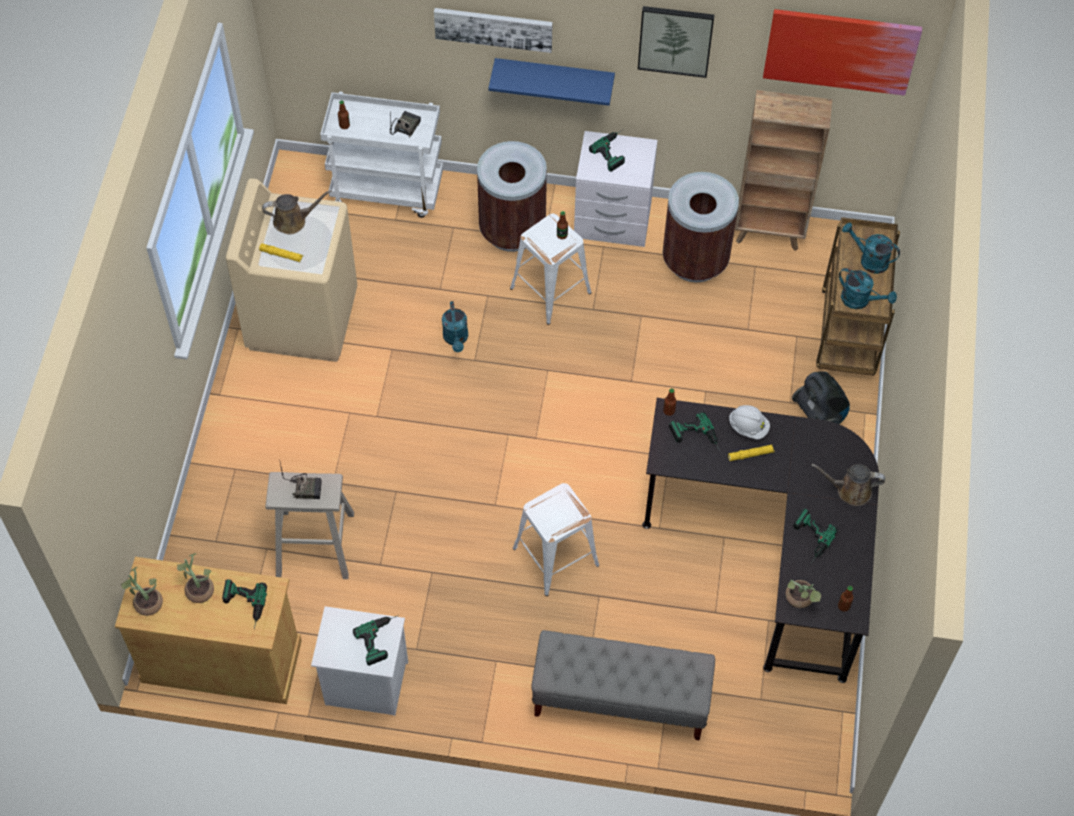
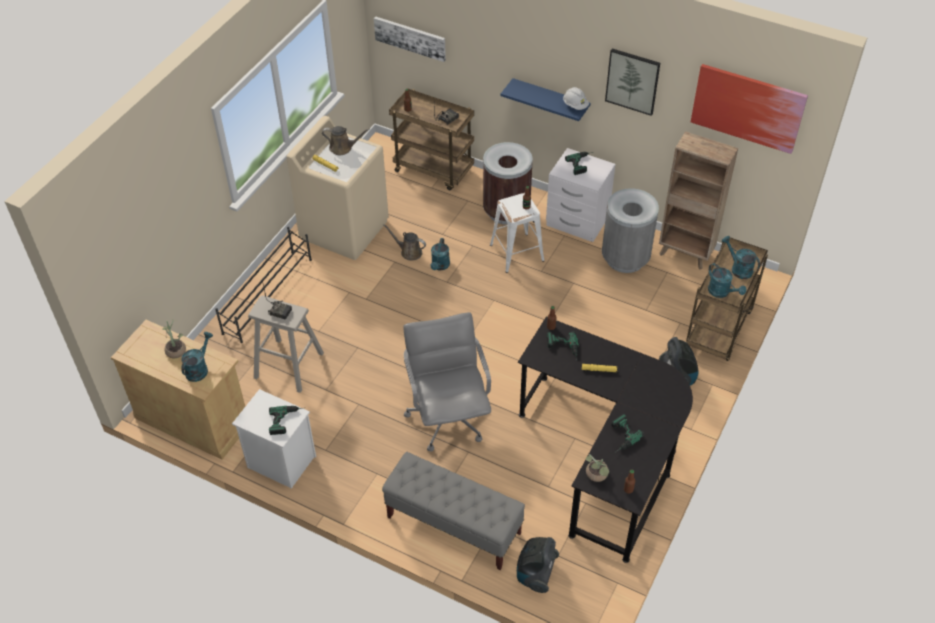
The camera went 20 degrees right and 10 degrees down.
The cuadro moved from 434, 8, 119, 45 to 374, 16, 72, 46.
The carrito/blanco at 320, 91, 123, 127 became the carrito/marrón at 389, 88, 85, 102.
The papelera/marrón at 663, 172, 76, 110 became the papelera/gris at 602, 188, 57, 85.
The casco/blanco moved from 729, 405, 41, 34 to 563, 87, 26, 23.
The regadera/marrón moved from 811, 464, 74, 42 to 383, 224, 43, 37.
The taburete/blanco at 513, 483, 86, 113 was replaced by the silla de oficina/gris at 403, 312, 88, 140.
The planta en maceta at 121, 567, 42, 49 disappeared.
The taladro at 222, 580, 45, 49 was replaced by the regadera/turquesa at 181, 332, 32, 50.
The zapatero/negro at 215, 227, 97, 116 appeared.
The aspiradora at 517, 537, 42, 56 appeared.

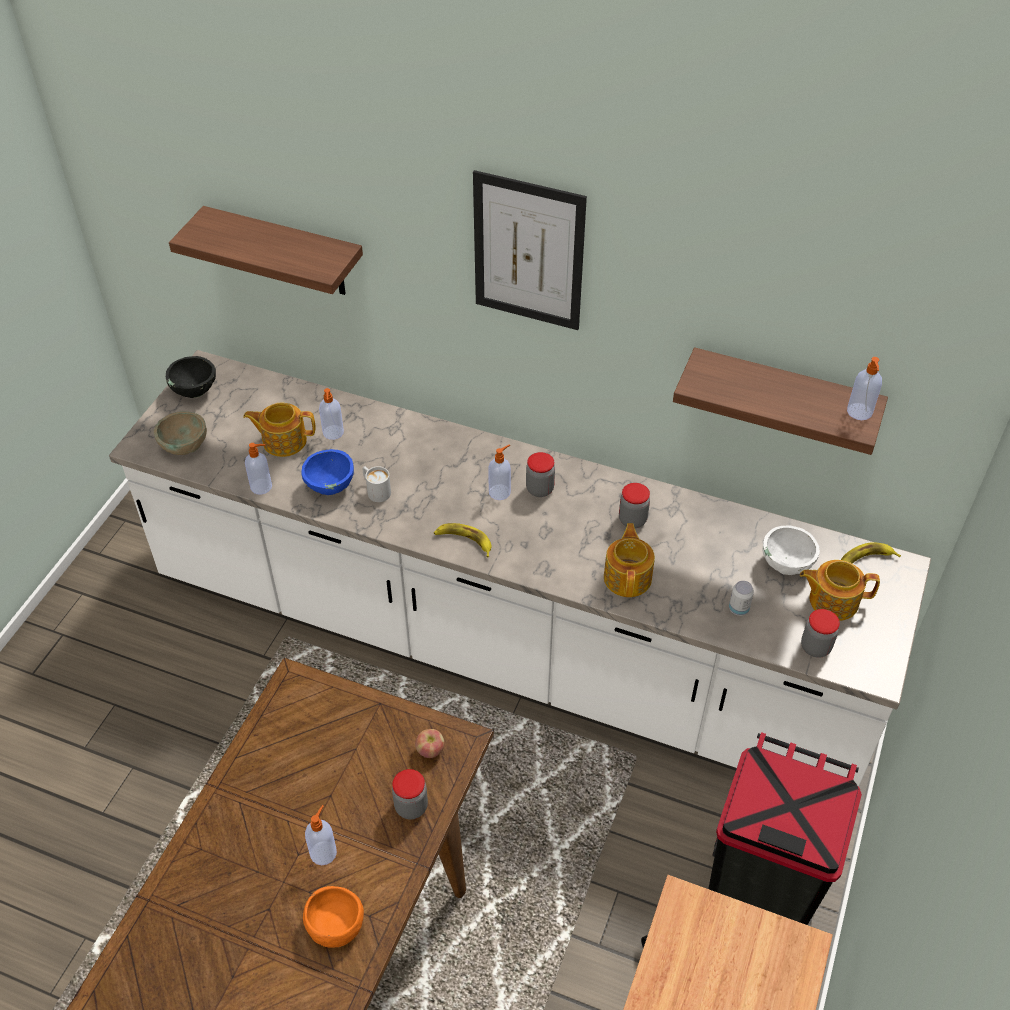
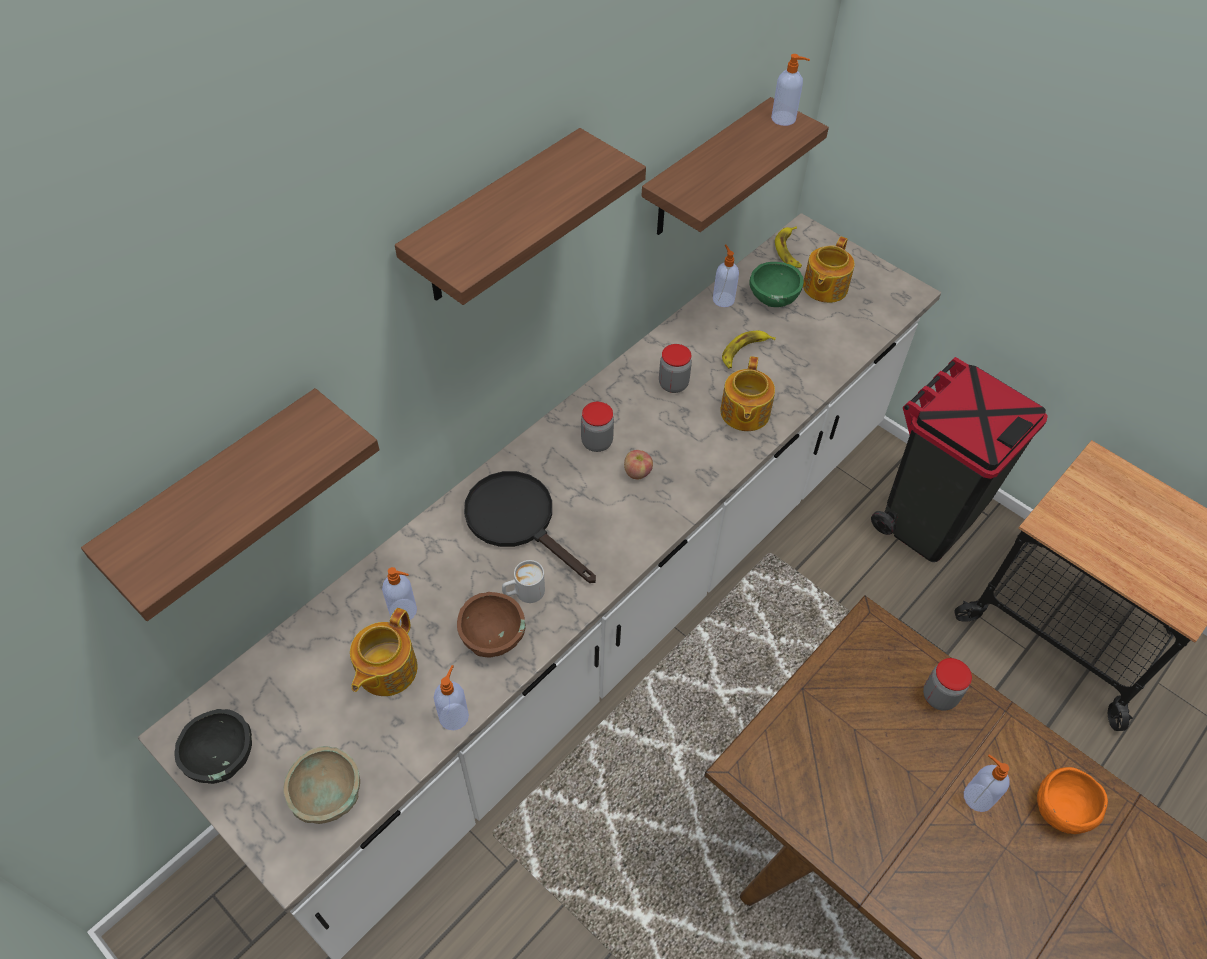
The camera went 70 degrees left and 5 degrees up.
The cuadro at 473, 170, 114, 160 was replaced by the estante at 395, 128, 251, 177.
The dispensador de jabón moved from 488, 444, 23, 56 to 713, 245, 26, 62.
The cuenco/azul at 301, 449, 53, 46 became the cuenco/marrón at 457, 592, 69, 66.
The plátano moved from 434, 523, 57, 34 to 722, 331, 54, 38.
The tetera at 604, 523, 51, 74 turned 105 degrees counterclockwise.
The cuenco/blanco at 762, 525, 58, 50 became the cuenco/verde at 750, 262, 53, 45.
The lata at 729, 581, 25, 35 disappeared.
The tarro at 801, 609, 39, 49 disappeared.
The manzana moved from 415, 729, 29, 29 to 624, 450, 29, 30.
The sartén/negro at 464, 471, 132, 112 appeared.

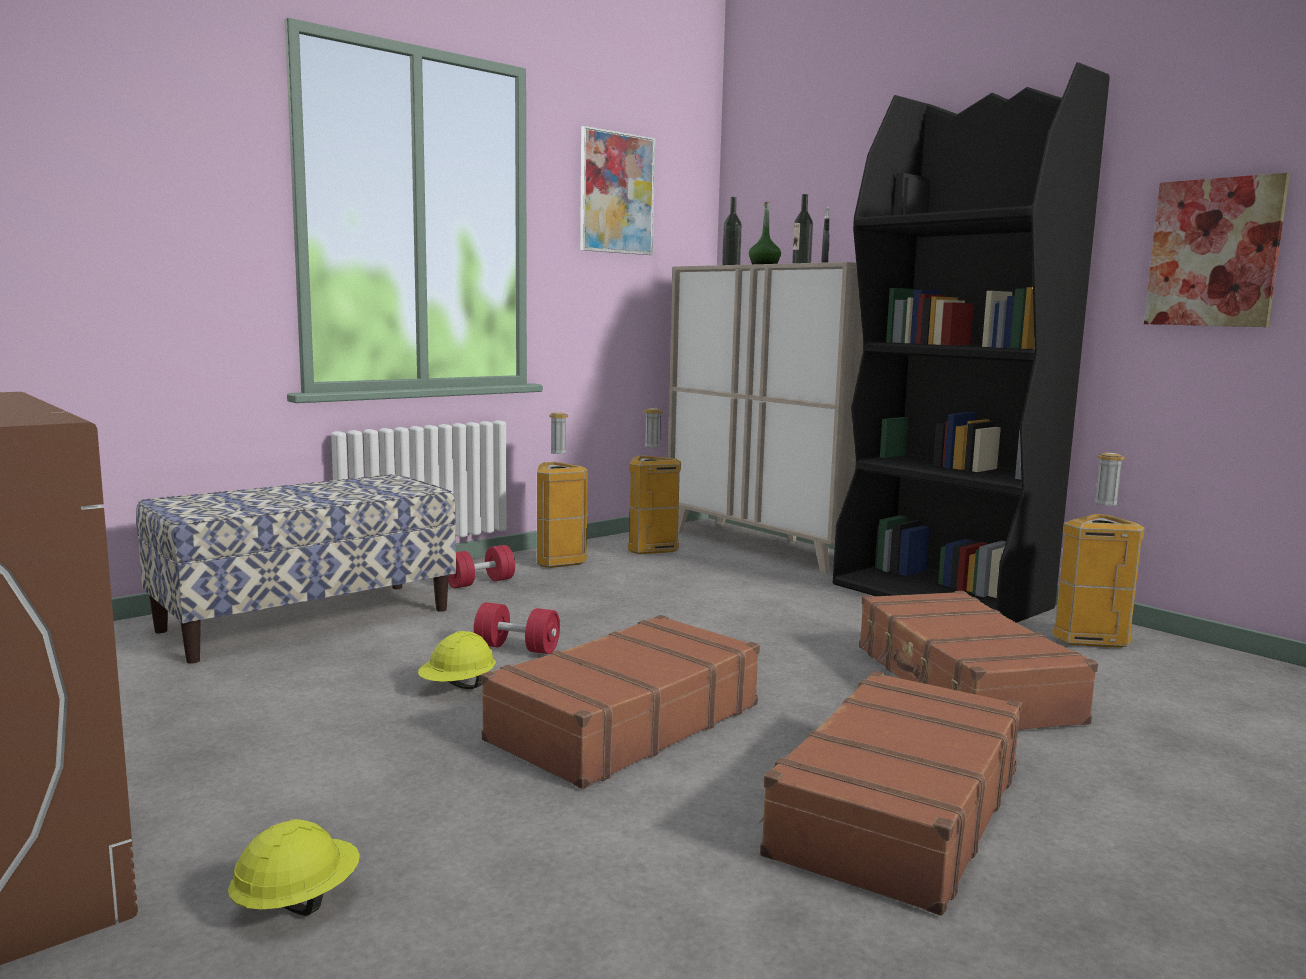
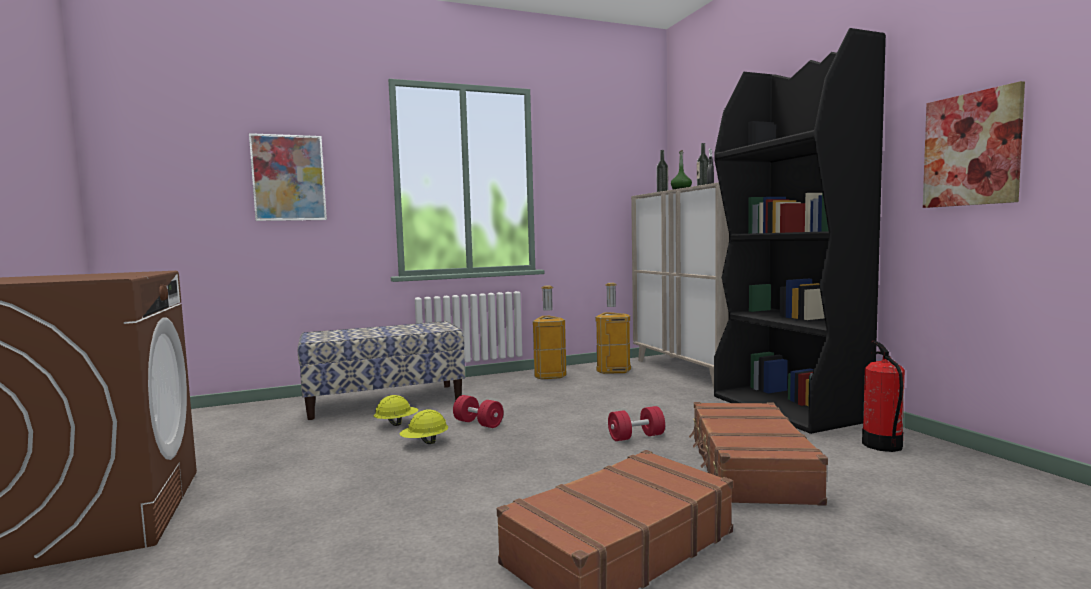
The camera went 20 degrees right and 5 degrees down.
The cuadro moved from 580, 126, 75, 129 to 249, 133, 78, 88.
The papelera at 1052, 452, 93, 196 was replaced by the extintor at 862, 341, 43, 111.
The mancuerna/rojo moved from 448, 545, 67, 43 to 608, 406, 57, 35.
The maleta/marrón at 481, 615, 279, 174 disappeared.
The casco/amarillo moved from 228, 819, 132, 97 to 374, 395, 44, 31.

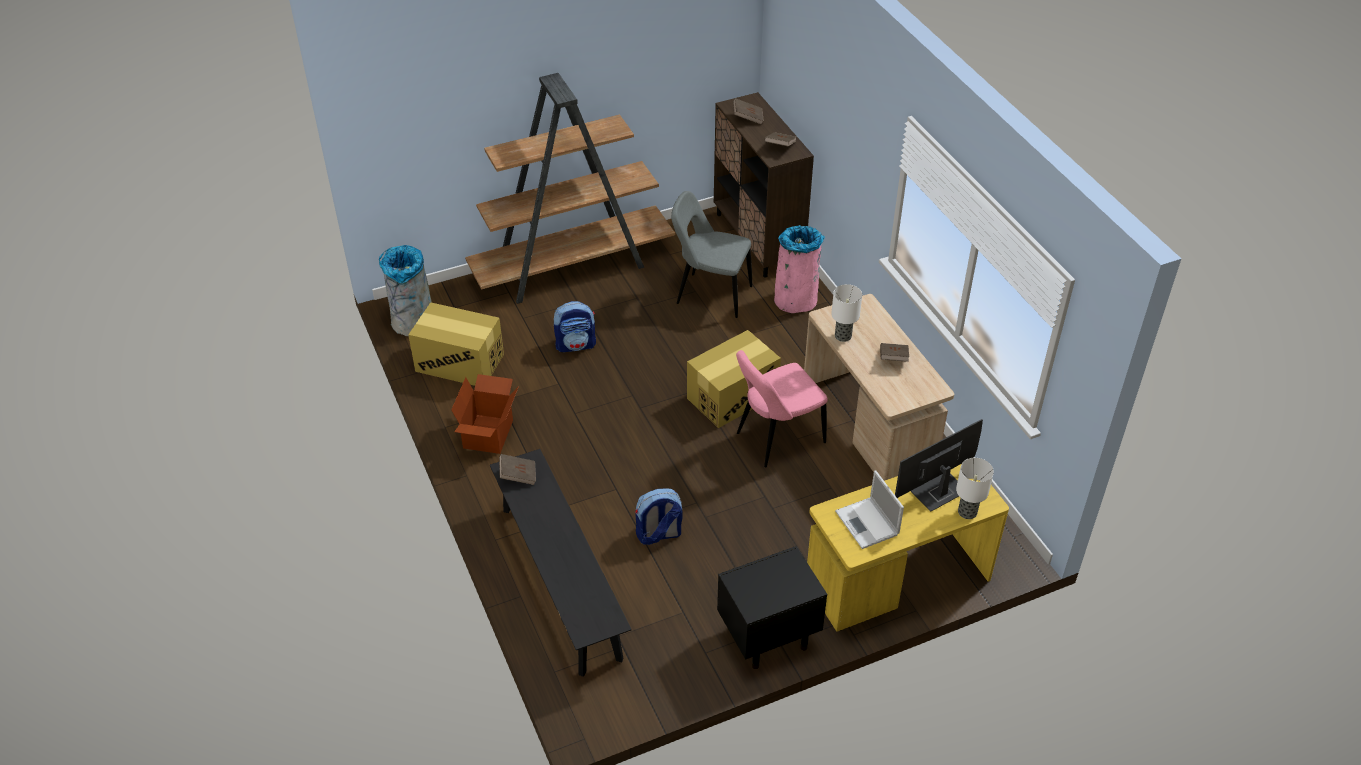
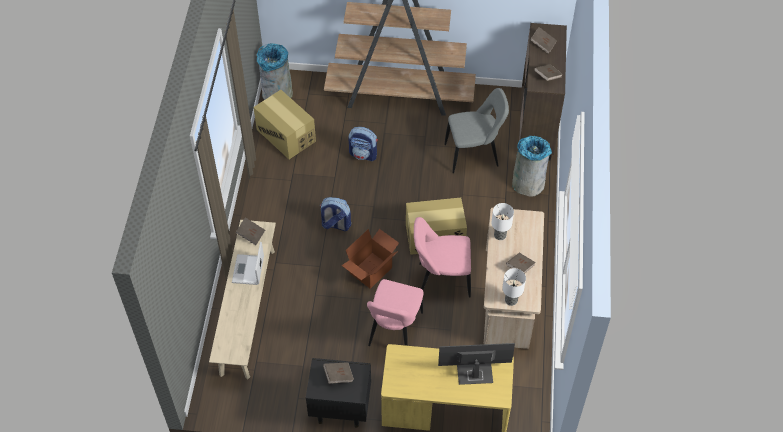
The camera went 30 degrees right and 10 degrees up.
The silla/gris at 671, 191, 81, 127 turned 120 degrees clockwise.
The papelera/rosa at 774, 225, 51, 88 became the papelera/gris at 512, 136, 40, 61.
The caja de cartón moved from 451, 374, 68, 80 to 341, 229, 58, 60.
The banco/negro at 490, 449, 142, 228 became the banco/beis at 209, 220, 67, 159.
The lámpara de mesa moved from 956, 458, 38, 61 to 502, 268, 24, 38.
The portátil moved from 835, 470, 69, 79 to 232, 242, 32, 43.
The mochila moved from 635, 488, 48, 57 to 320, 197, 31, 34.
The silla/rosa at 367, 279, 56, 67 appeared.
The libro/marrón at 323, 362, 31, 22 appeared.

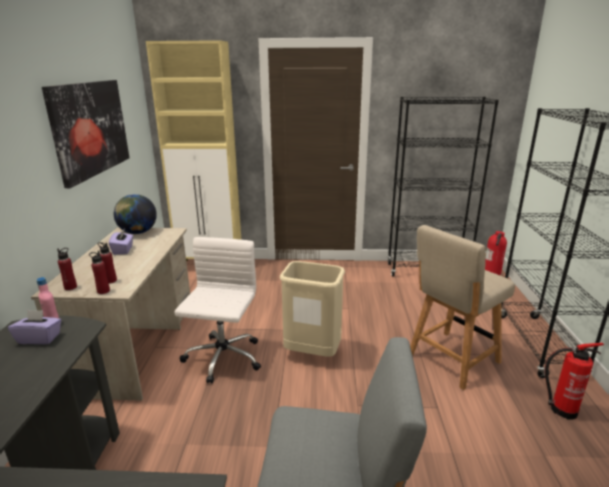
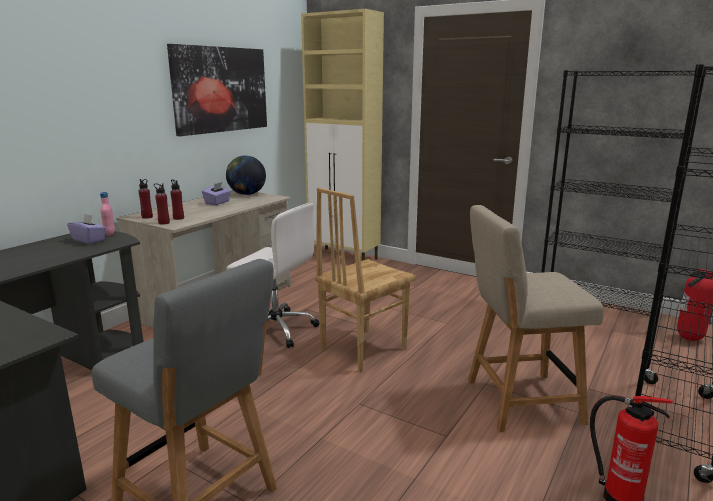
The camera went 30 degrees right and 5 degrees down.
The silla de oficina/blanco at 174, 237, 87, 146 turned 75 degrees clockwise.
The papelera/beis at 280, 261, 65, 96 was replaced by the silla/marrón at 315, 188, 101, 184.

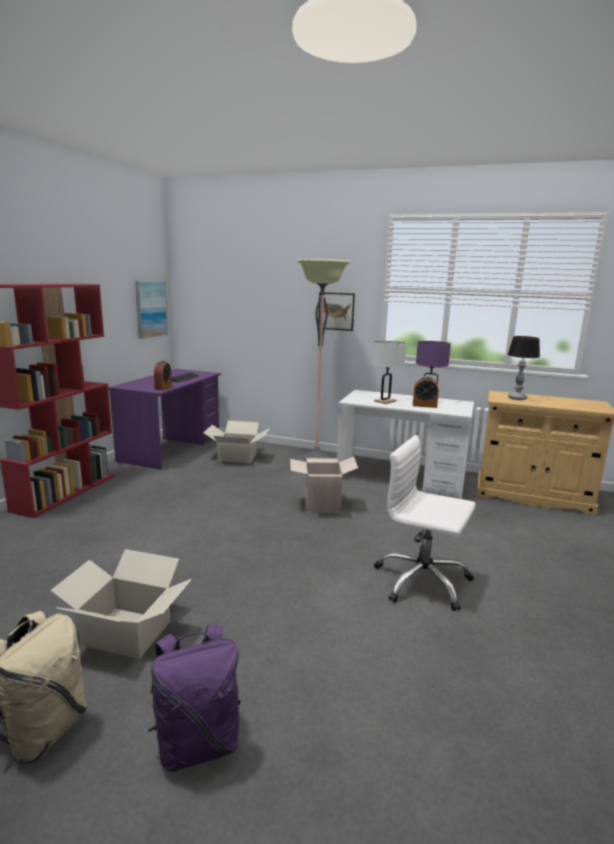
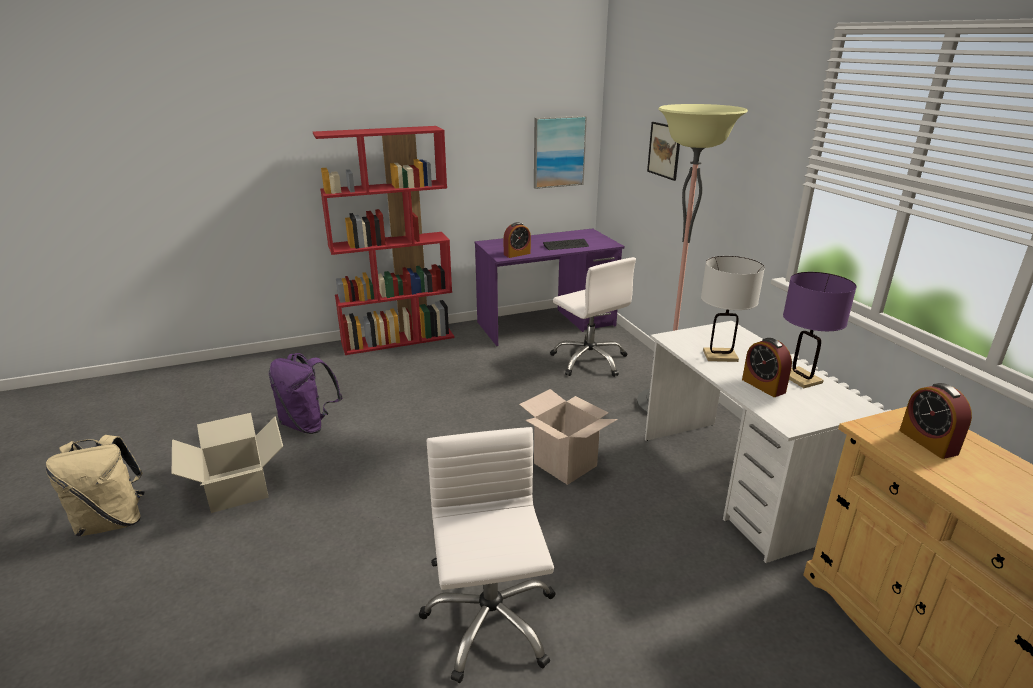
The camera went 50 degrees right and 10 degrees up.
The cuadro moved from 318, 292, 37, 39 to 647, 122, 33, 59.
The lámpara de mesa at 508, 336, 32, 64 was replaced by the despertador at 899, 383, 73, 76.
The caja de cartón at 204, 421, 66, 42 was replaced by the silla de oficina/blanco at 550, 257, 86, 120.
The mochila/morado moved from 149, 624, 92, 148 to 269, 353, 74, 81.

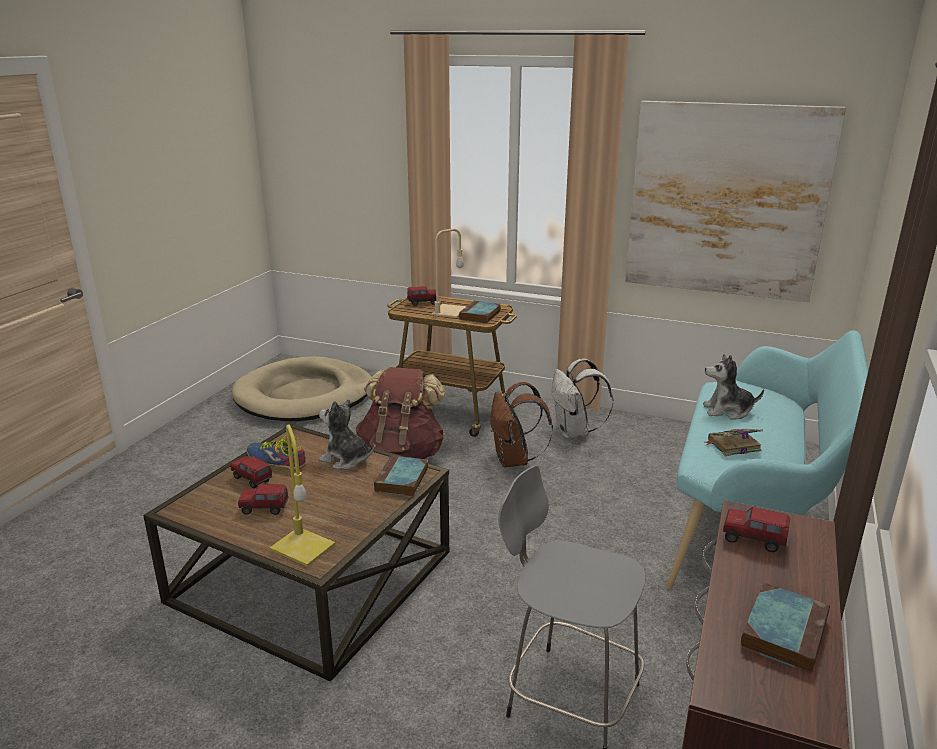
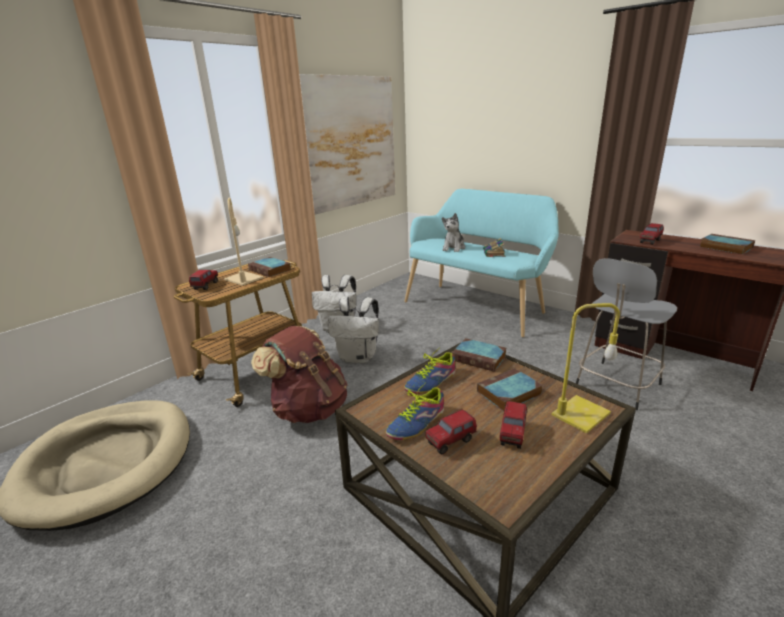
The camera went 70 degrees left and 0 degrees up.
The mochila/marrón at 490, 382, 63, 85 became the mochila/blanco at 328, 297, 51, 66.
The peluche at 319, 399, 55, 71 was replaced by the zapato at 404, 349, 52, 45.
The libro at 477, 368, 66, 44 appeared.

